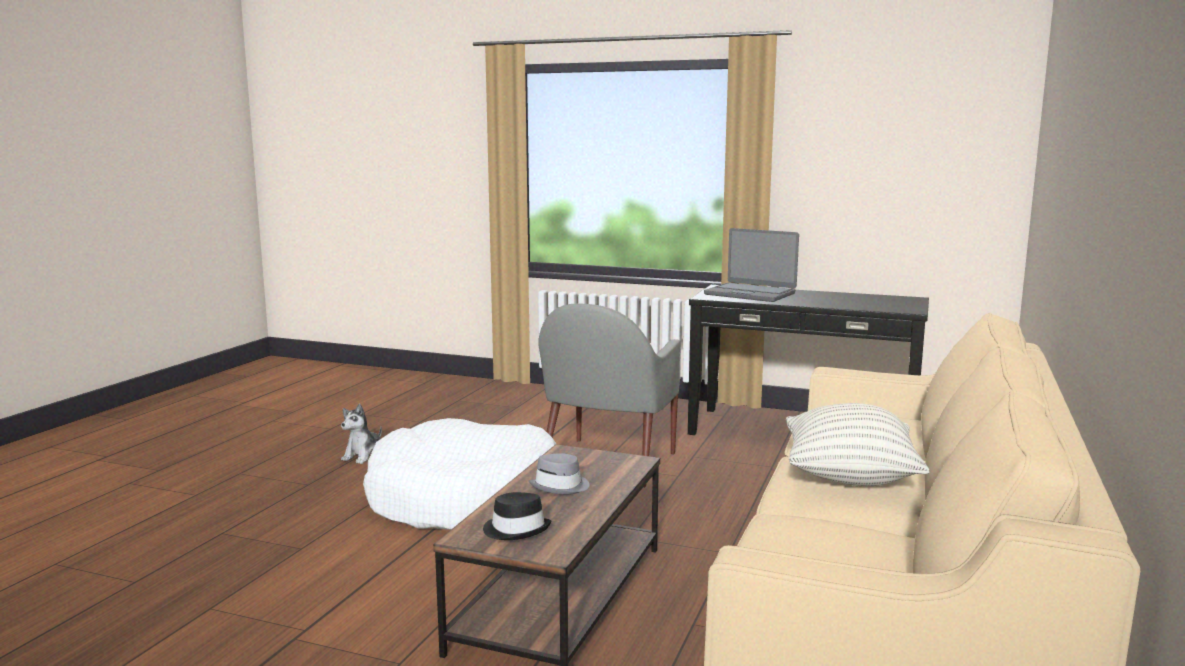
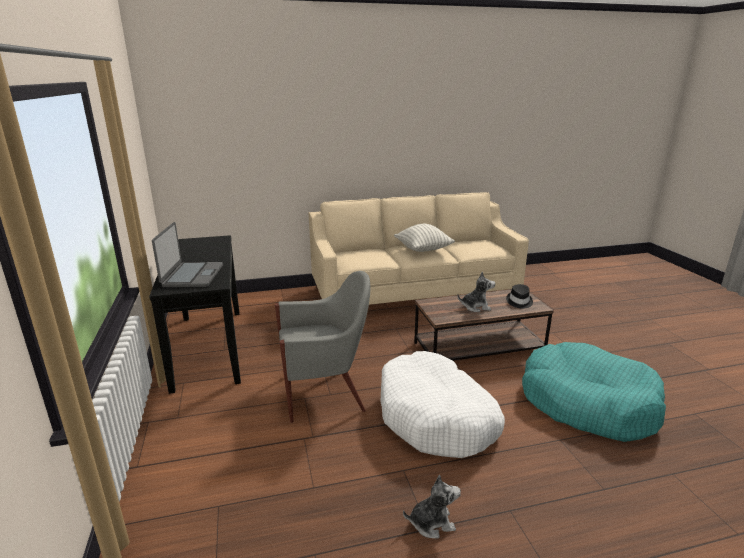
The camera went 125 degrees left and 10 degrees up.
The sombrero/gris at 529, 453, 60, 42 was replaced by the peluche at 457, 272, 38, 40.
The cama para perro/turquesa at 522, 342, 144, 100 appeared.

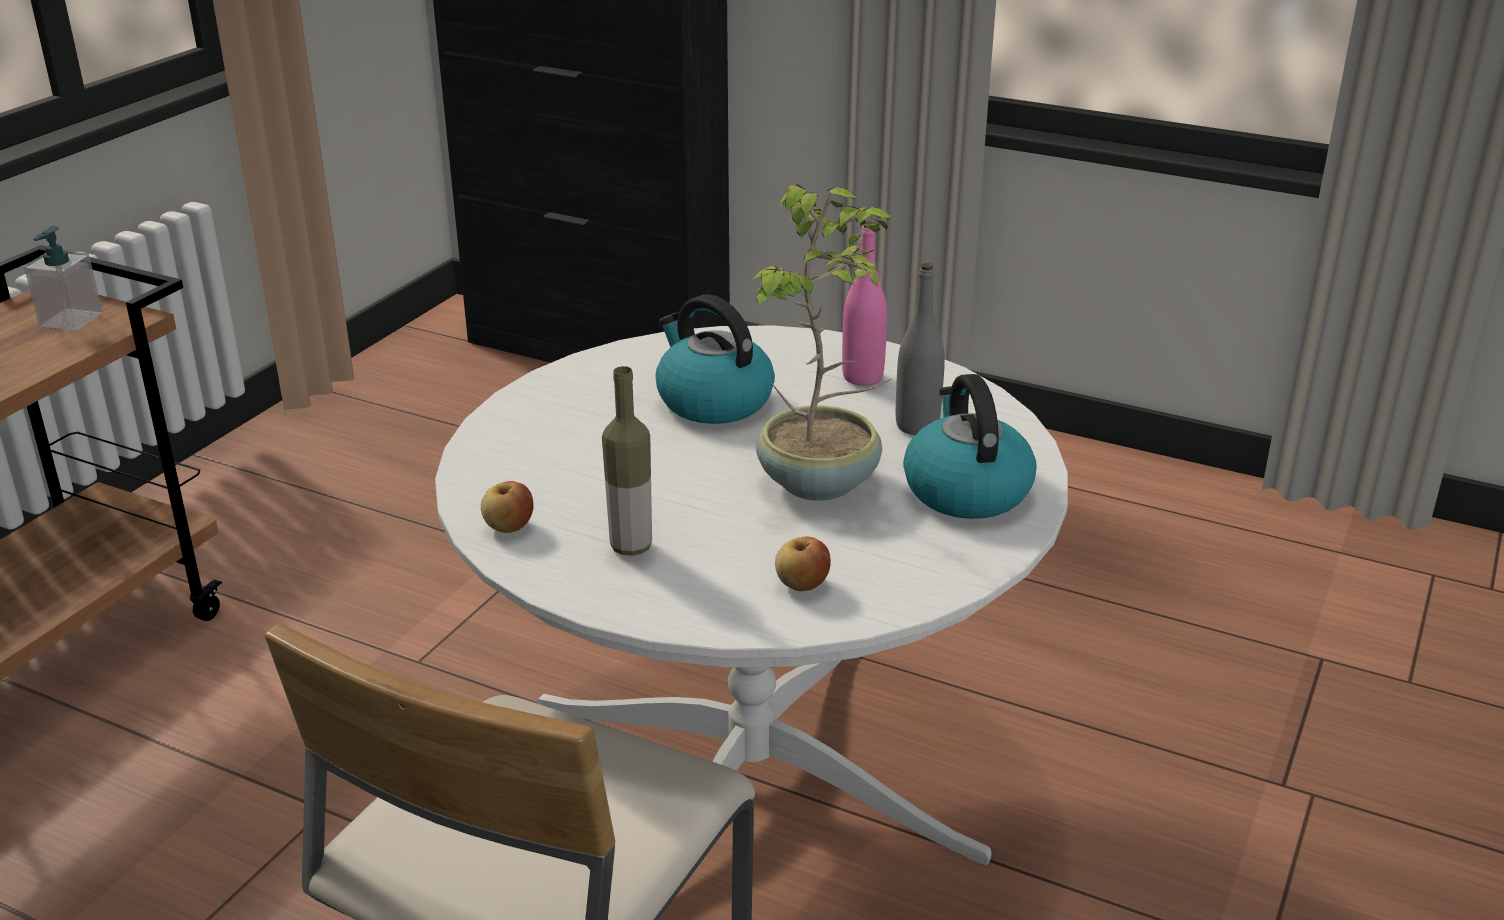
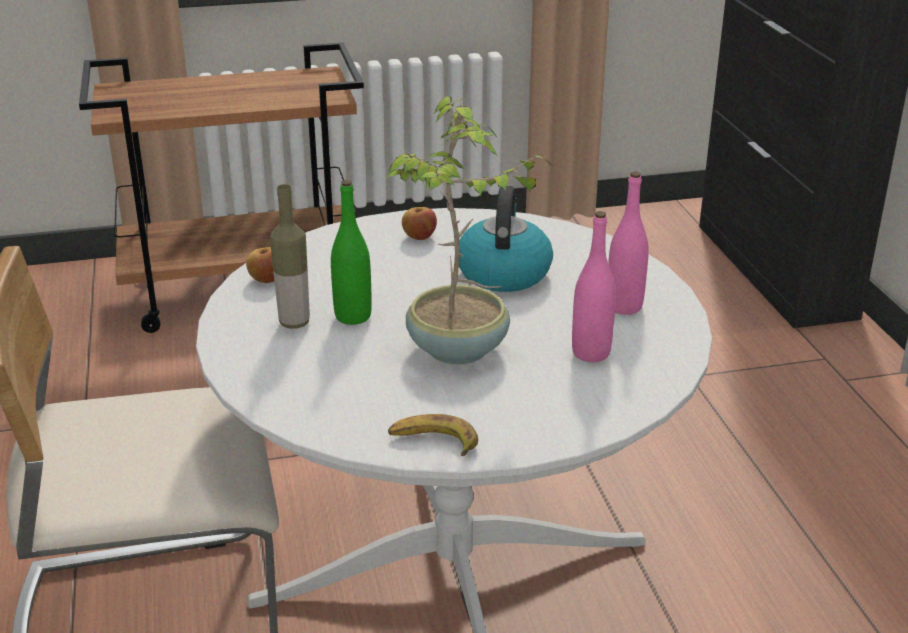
The camera went 50 degrees right and 0 degrees up.
The dispensador de jabón at 24, 226, 78, 104 disappeared.
The botella/gris at 896, 263, 49, 172 became the botella/rosa at 572, 211, 44, 151.
The hervidor at 903, 374, 134, 145 disappeared.
The manzana moved from 775, 537, 56, 54 to 402, 207, 35, 33.
The botella/verde at 331, 180, 41, 145 appeared.
The plátano at 388, 414, 90, 42 appeared.

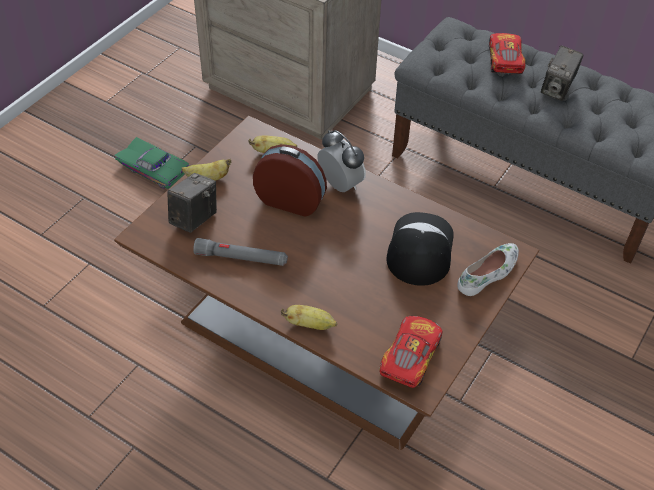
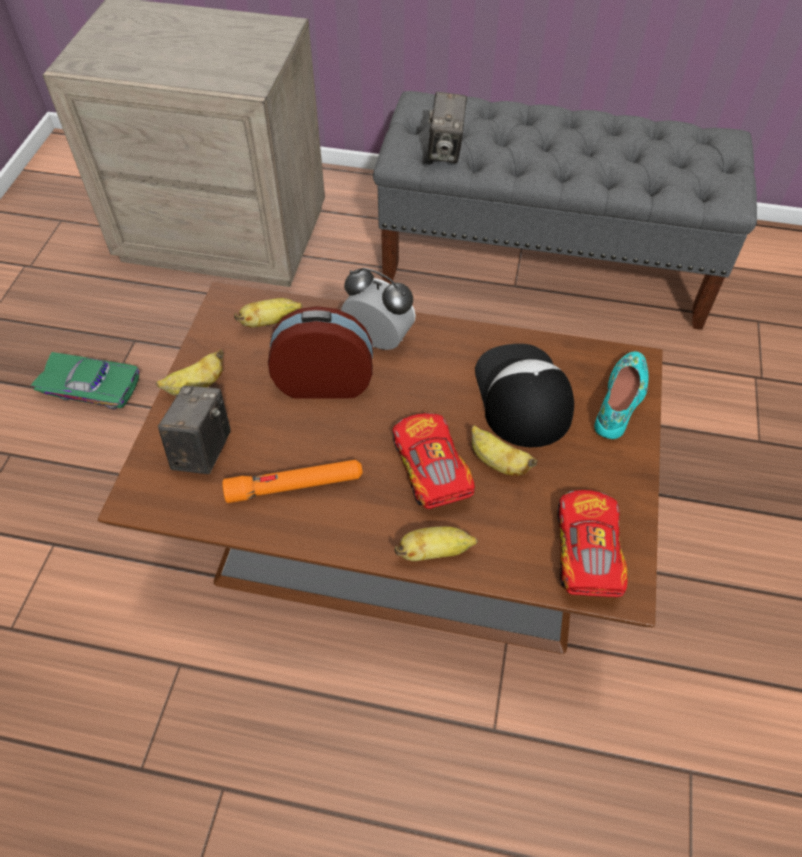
The camera went 20 degrees left and 5 degrees up.
The coche de juguete moved from 489, 33, 37, 41 to 393, 413, 82, 96.
The cámara moved from 541, 45, 42, 56 to 427, 92, 40, 71.
The linterna/gris at 193, 238, 95, 28 became the linterna/naranja at 223, 460, 140, 43.
The zapato/blanco at 457, 243, 62, 53 became the zapato/turquesa at 594, 352, 54, 87.
The plátano at 471, 425, 66, 51 appeared.

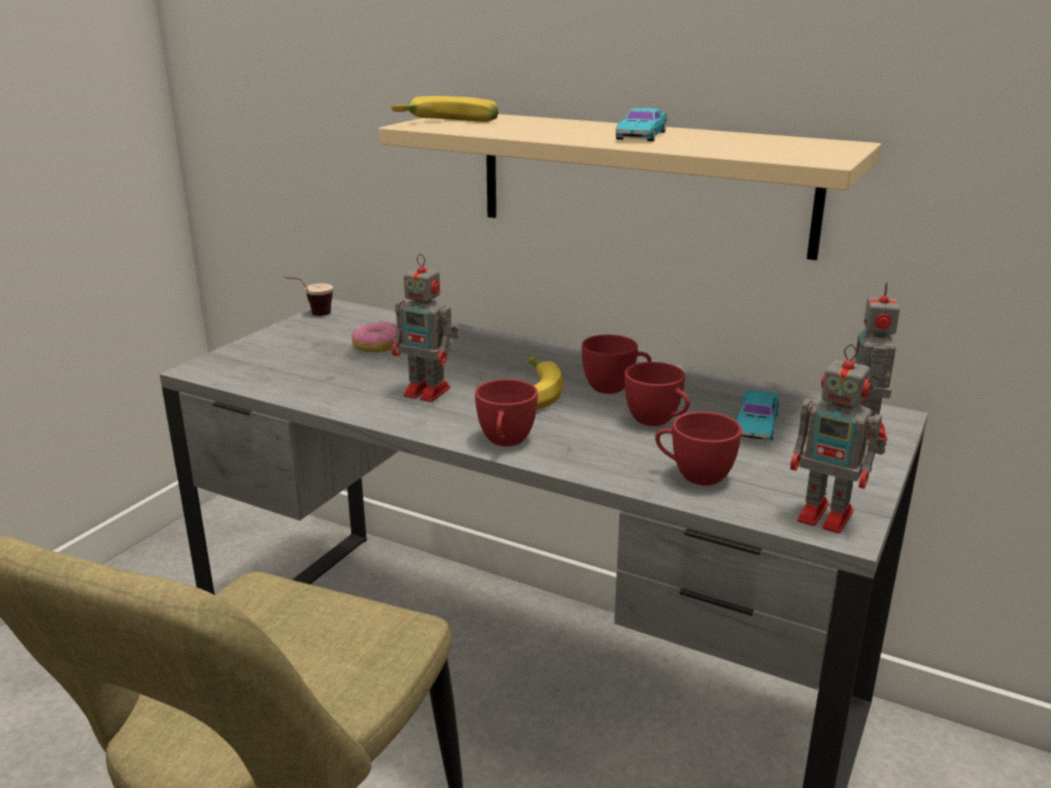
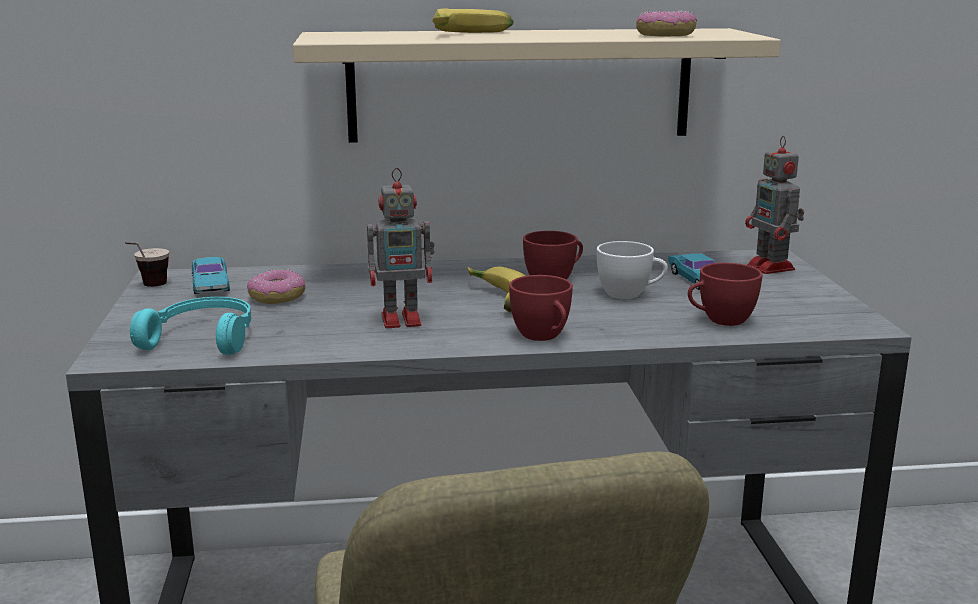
The camera went 35 degrees left and 5 degrees down.
The plátano moved from 391, 96, 108, 26 to 433, 9, 80, 24.
The coche de juguete/turquesa moved from 616, 108, 51, 33 to 192, 257, 38, 37.
The robot de juguete at 790, 344, 97, 189 disappeared.
The taza/rojo at 624, 362, 66, 64 became the taza/blanco at 597, 241, 71, 58.
The rosquilla at 636, 10, 61, 26 appeared.
The auriculares/turquesa at 130, 297, 121, 58 appeared.

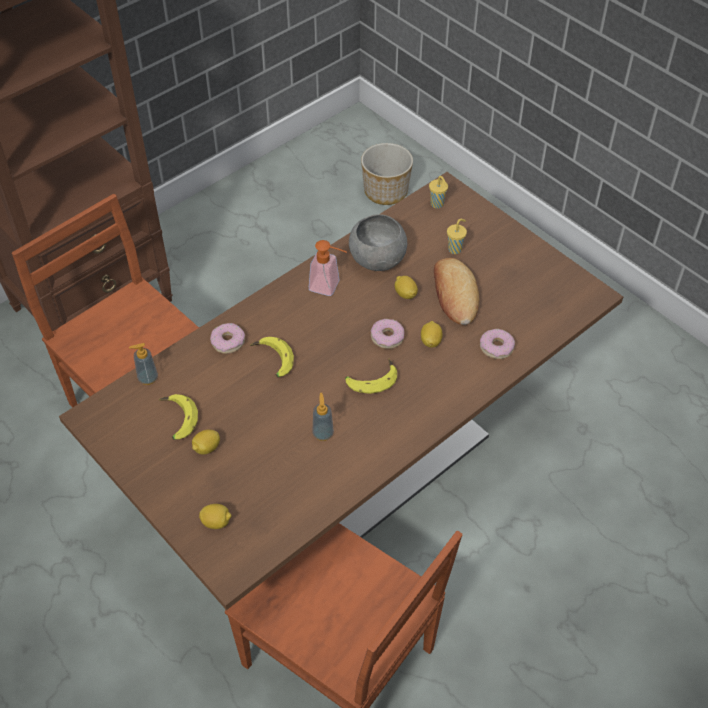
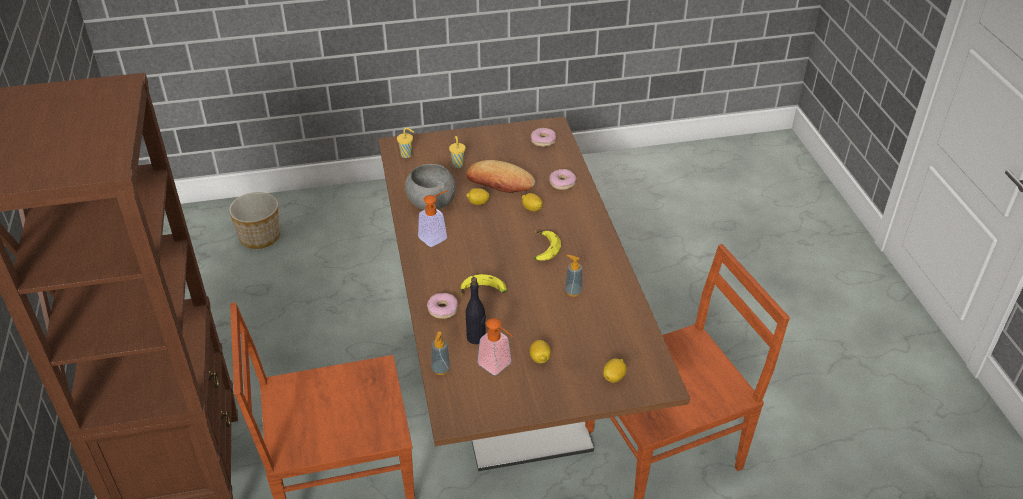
The camera went 60 degrees left and 10 degrees down.
The rosquilla moved from 371, 319, 33, 30 to 531, 128, 25, 19.
The plátano at 159, 394, 39, 46 was replaced by the dispensador de jabón at 477, 318, 36, 57.
The botella/negro at 466, 277, 20, 67 appeared.

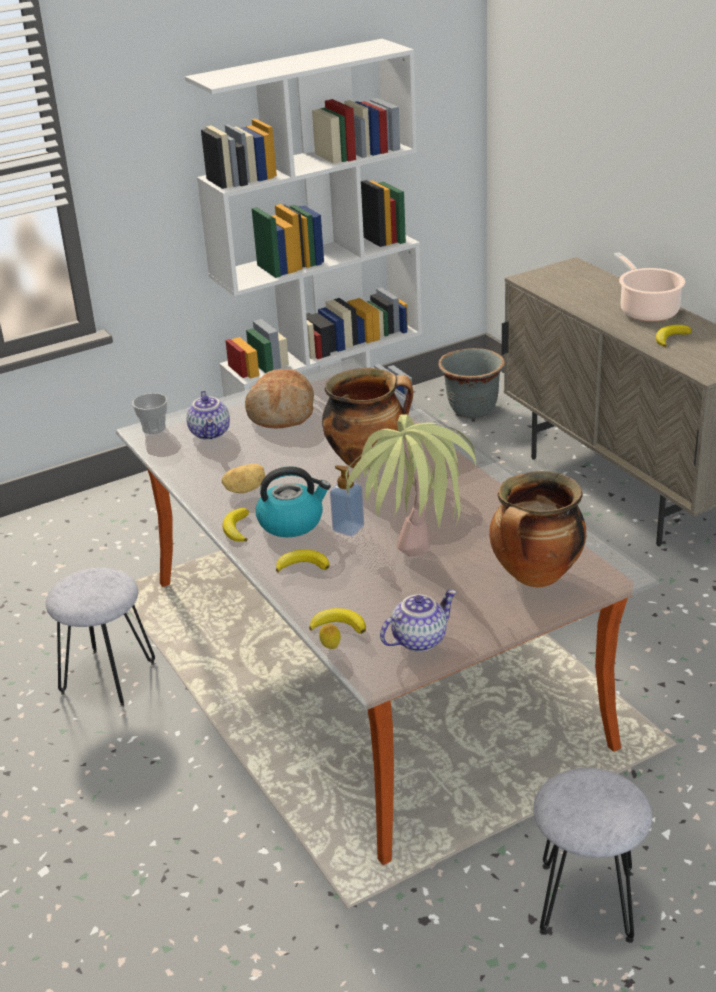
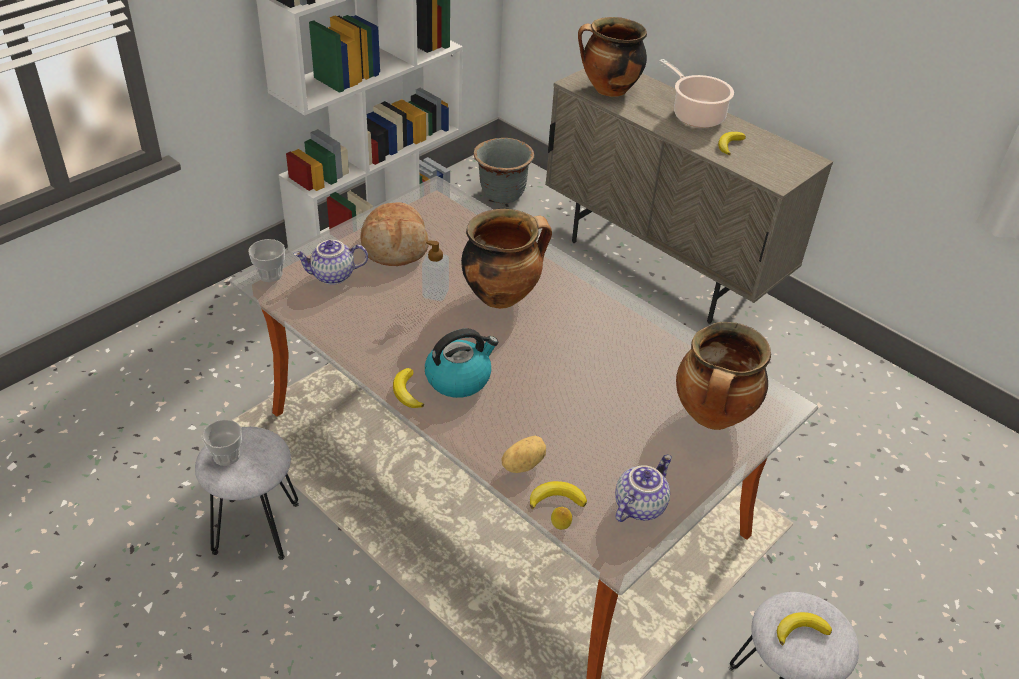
The camera went 20 degrees left and 10 degrees up.
The tetera at 186, 390, 44, 50 turned 105 degrees clockwise.
The planta en maceta at 345, 414, 131, 142 disappeared.
The patata moved from 222, 464, 43, 29 to 501, 436, 45, 37.
The dispensador de jabón moved from 330, 465, 34, 71 to 422, 240, 27, 61.
The plátano moved from 276, 549, 54, 23 to 777, 612, 55, 33.
The olla at 578, 17, 69, 80 appeared.
The taza at 202, 419, 40, 47 appeared.

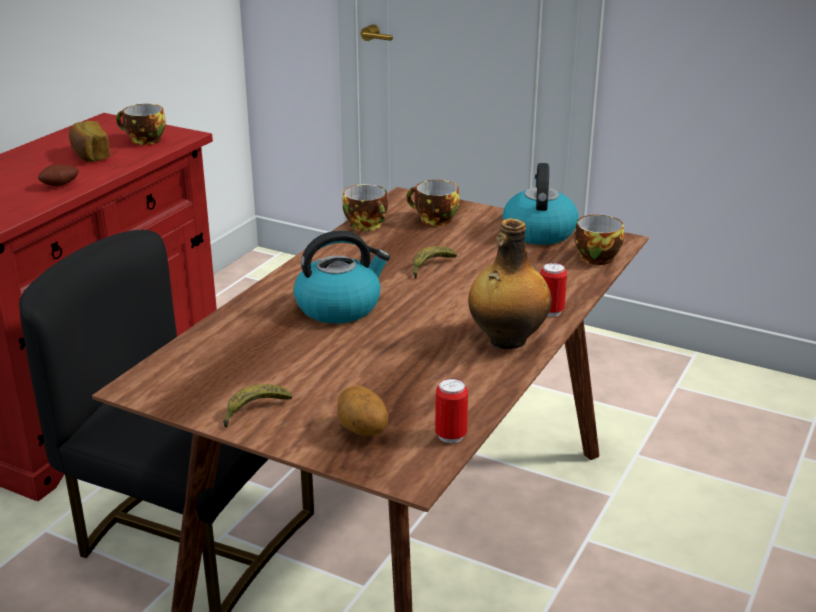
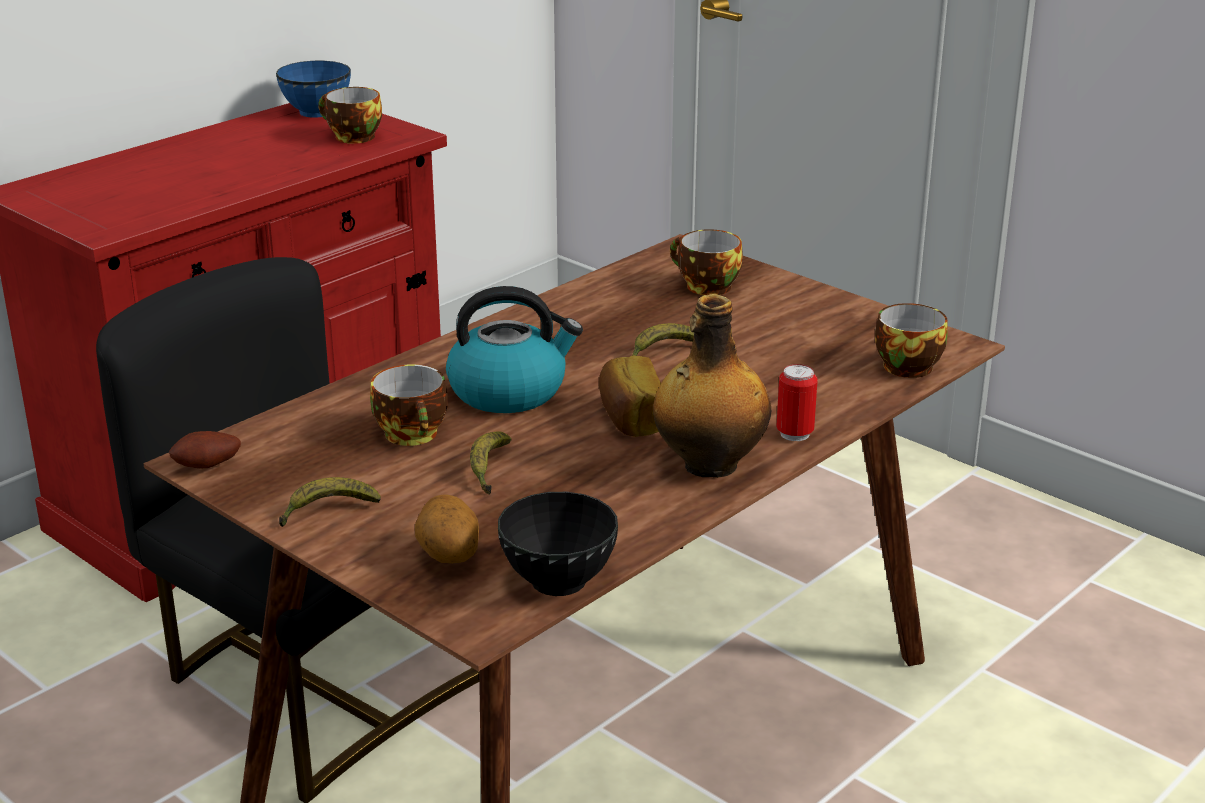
The camera went 15 degrees right and 0 degrees up.
The pan moved from 69, 121, 41, 41 to 599, 355, 62, 82.
The hervidor at 503, 163, 76, 82 disappeared.
The patata moved from 38, 164, 41, 22 to 169, 431, 72, 37.
The taza moved from 342, 184, 46, 47 to 370, 365, 78, 81.
The lata at 435, 378, 33, 65 was replaced by the cuenco/negro at 498, 492, 120, 104.
The cuenco/azul at 276, 61, 75, 57 appeared.
The plátano at 470, 432, 42, 63 appeared.

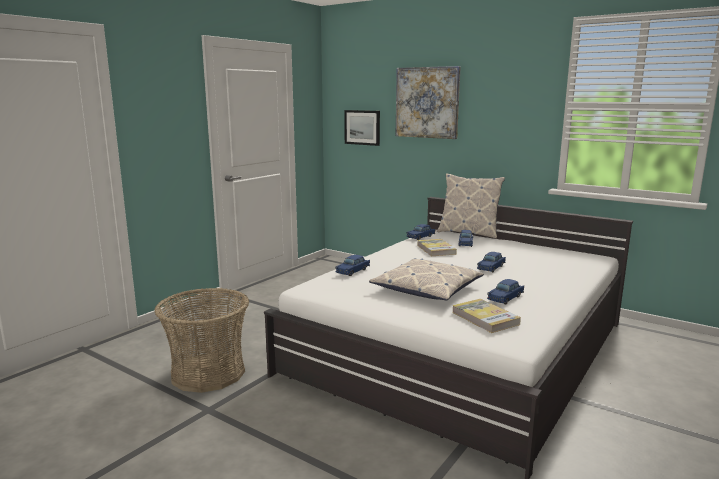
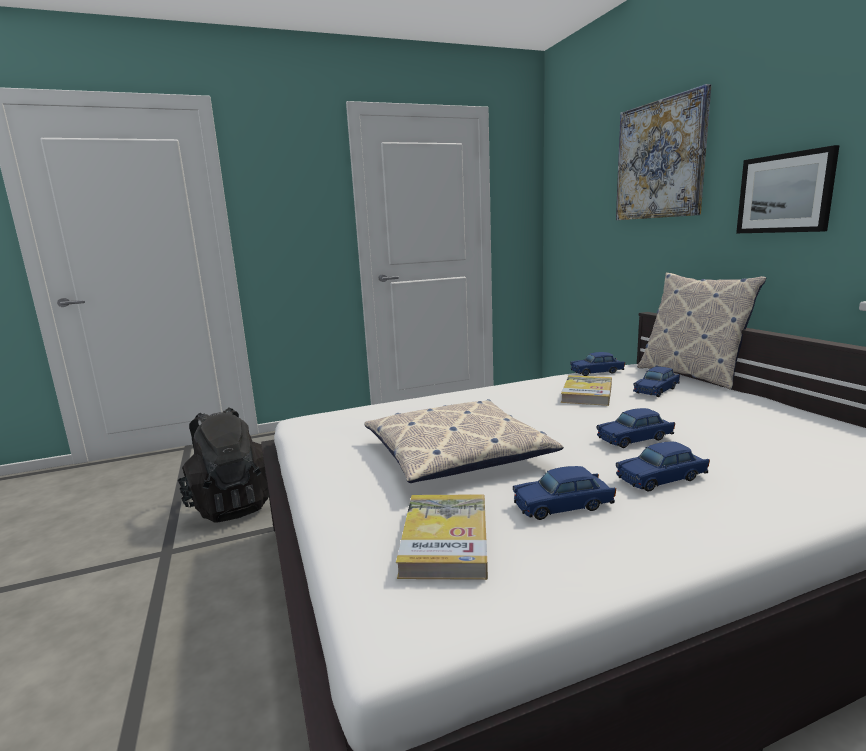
The camera went 35 degrees right and 0 degrees up.
The cuadro moved from 344, 110, 36, 36 to 736, 145, 104, 88.
The coche de juguete/azul moved from 335, 255, 35, 21 to 616, 442, 94, 49.
The cesta at 154, 288, 95, 105 was replaced by the mochila/negro at 178, 407, 91, 115.

